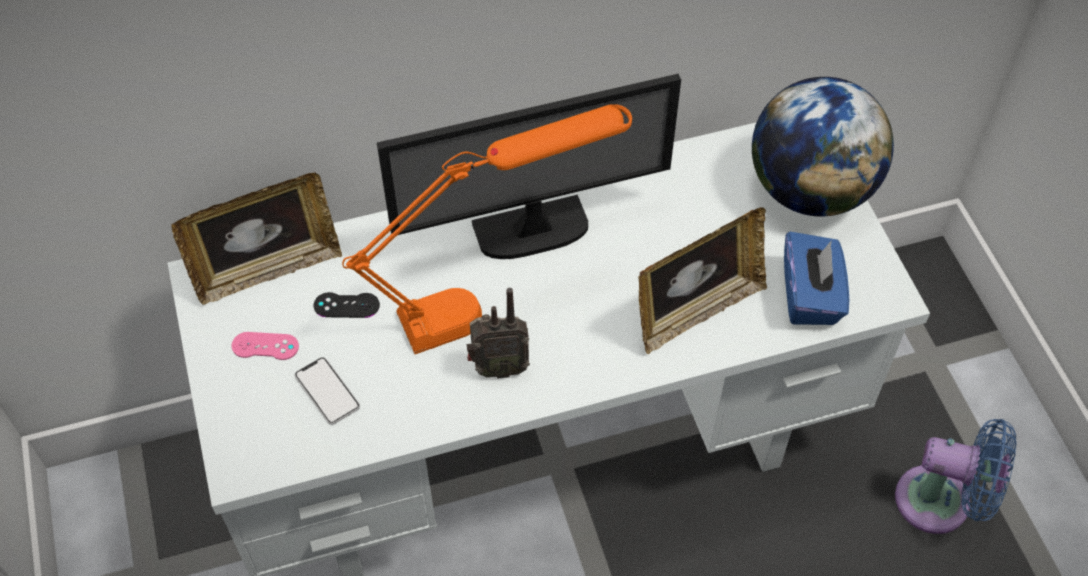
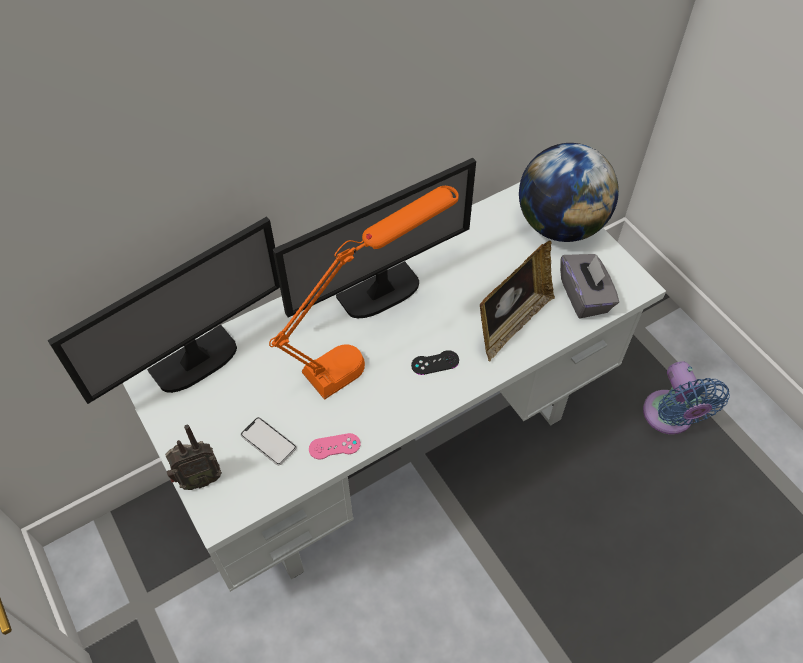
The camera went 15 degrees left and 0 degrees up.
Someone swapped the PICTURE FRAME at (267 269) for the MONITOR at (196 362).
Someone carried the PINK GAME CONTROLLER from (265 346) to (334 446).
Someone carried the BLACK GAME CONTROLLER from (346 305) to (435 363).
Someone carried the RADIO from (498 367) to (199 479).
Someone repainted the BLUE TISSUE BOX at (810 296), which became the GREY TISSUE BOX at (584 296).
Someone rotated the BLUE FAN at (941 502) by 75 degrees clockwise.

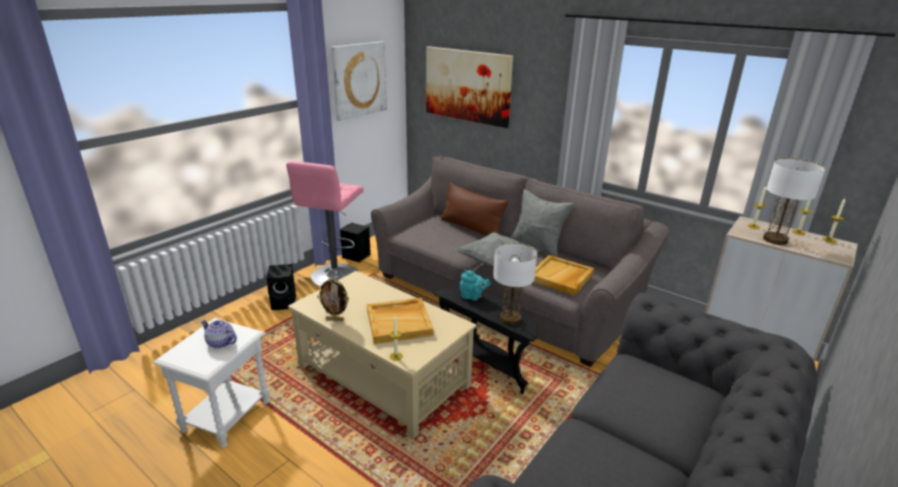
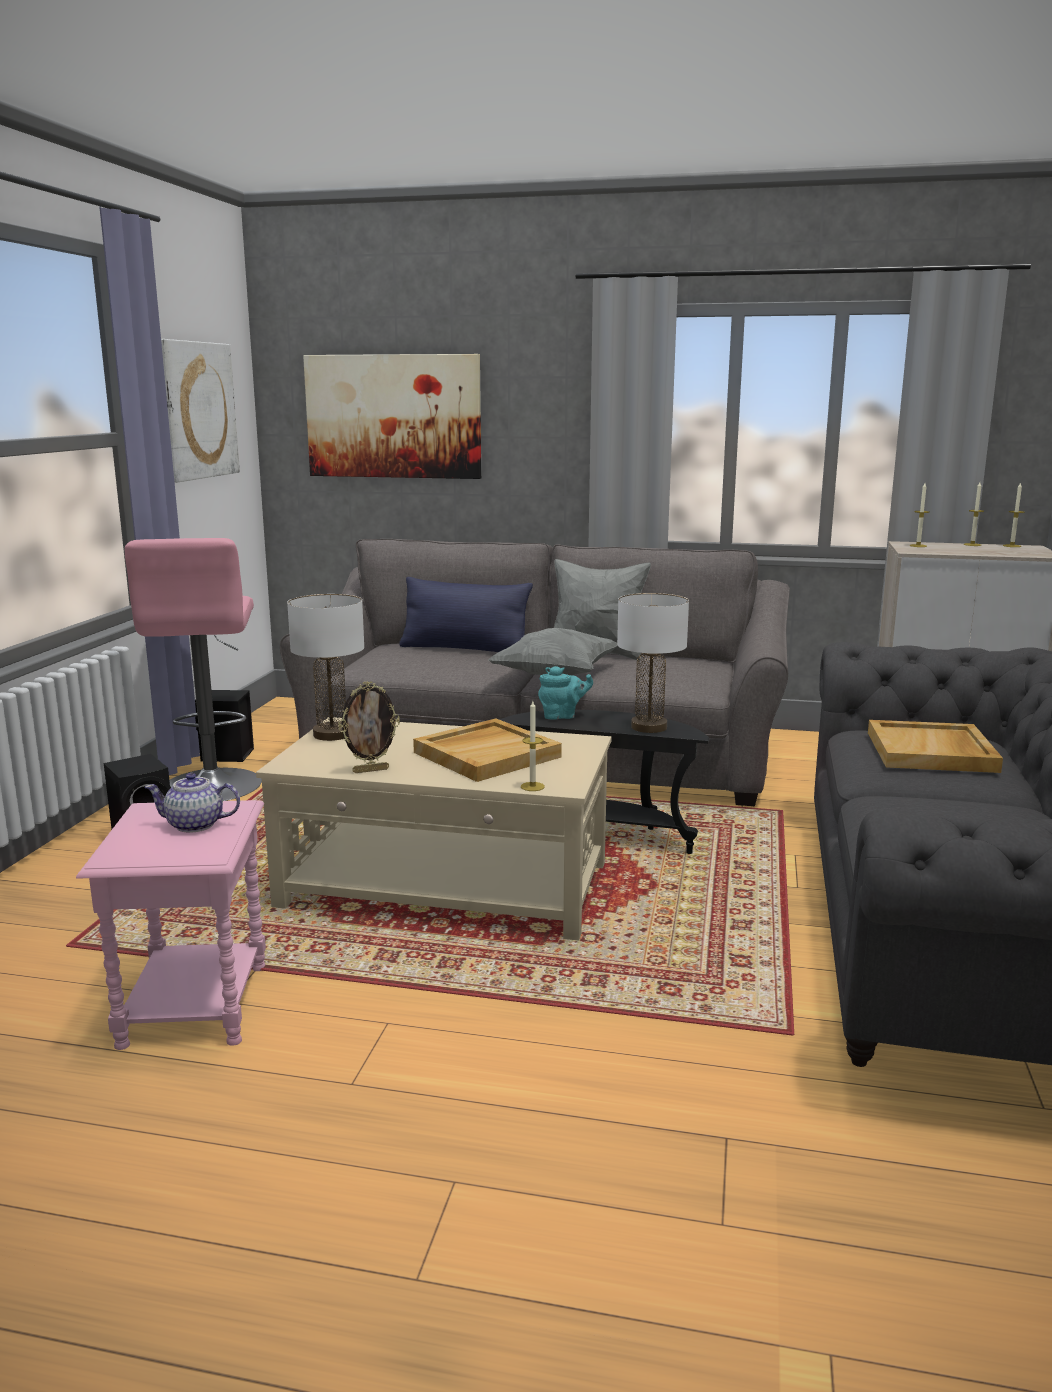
The camera went 25 degrees left and 10 degrees down.
Someone repainted the WHITE SIDE TABLE at (227 416), which became the PINK SIDE TABLE at (197 1004).
Someone repainted the BROWN PILLOW at (471 228), which became the BLUE PILLOW at (465 649).
Someone carried the BEIGE TRAY from (561 277) to (932 752).
Someone carried the TABLE LAMP from (774 240) to (332 734).

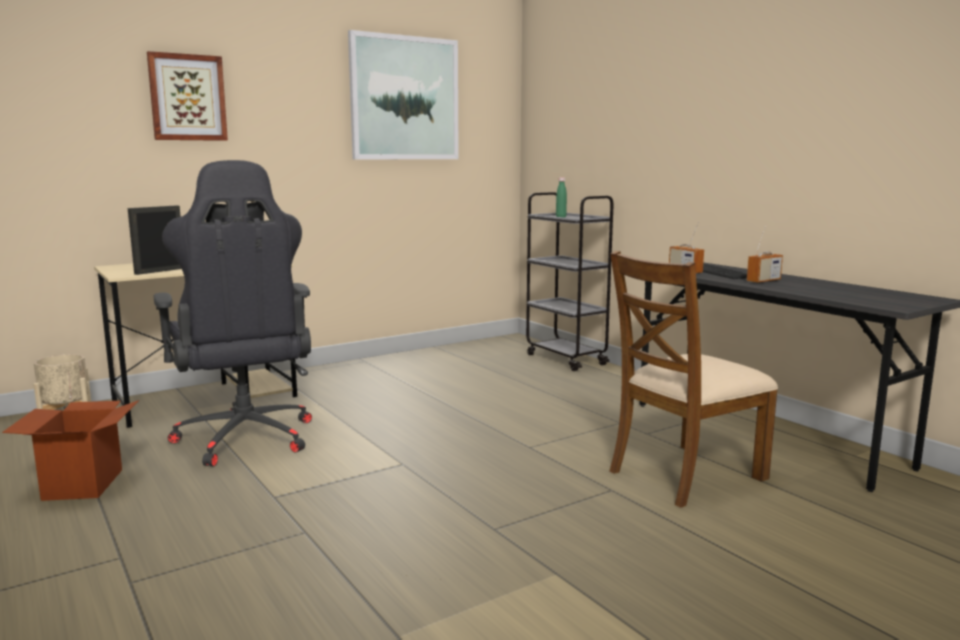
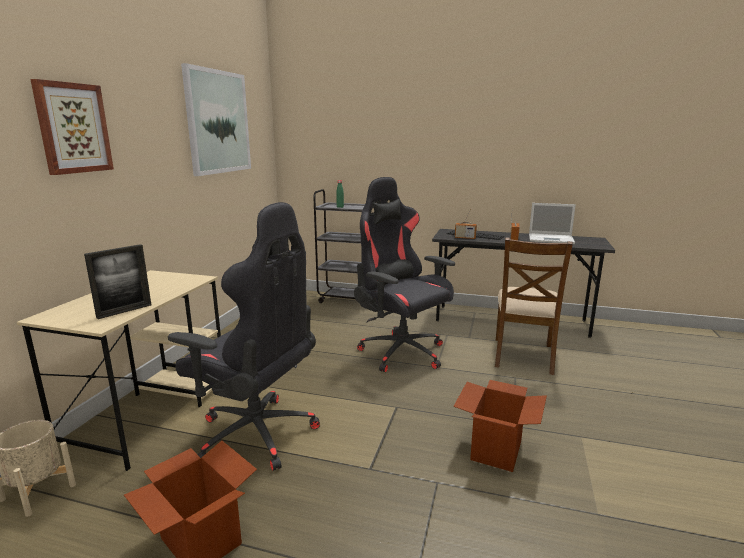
The camera went 40 degrees left and 5 degrees up.
Someone rotated the PICTURE FRAME at (160 271) by 135 degrees counterclockwise.
Someone put down the BLACK OFFICE CHAIR at (403 353).
Someone put down the CARDBOARD BOX at (496 450).
Someone put down the LAPTOP at (552 239).

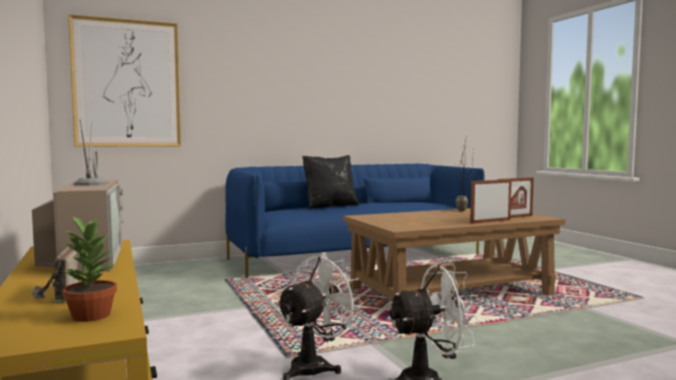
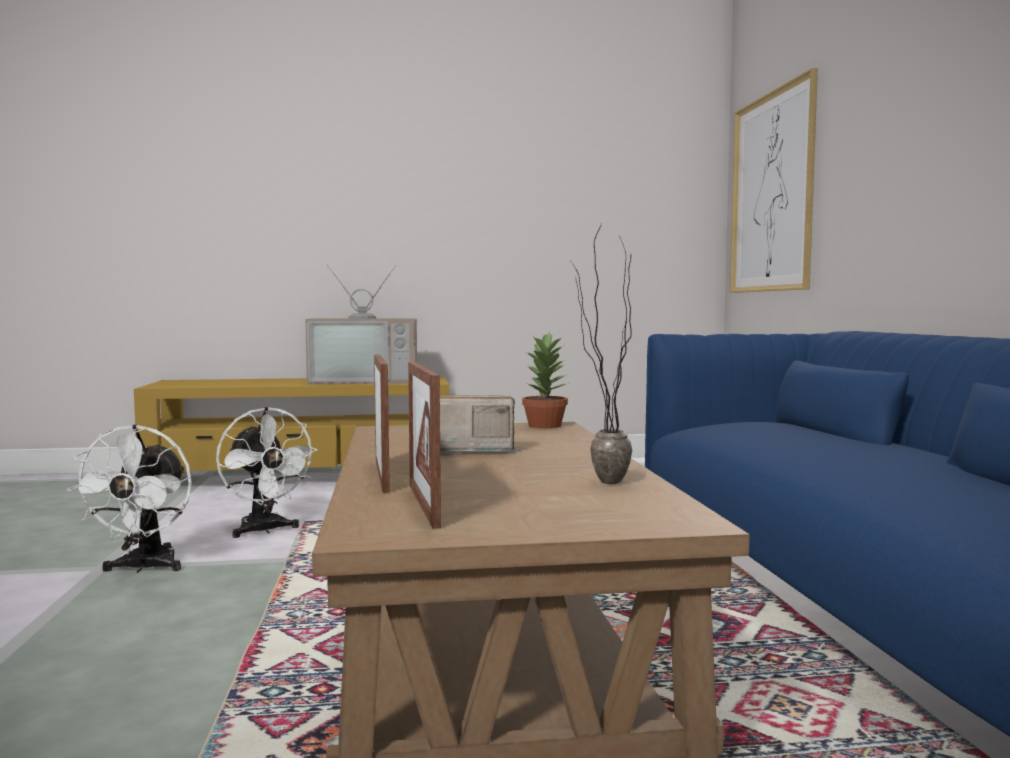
The camera went 105 degrees right and 0 degrees up.
Someone carried the RADIO from (55 295) to (469 450).
Someone carried the POTTED PLANT from (91 315) to (545 425).
Someone took away the BLACK PILLOW at (330 206).

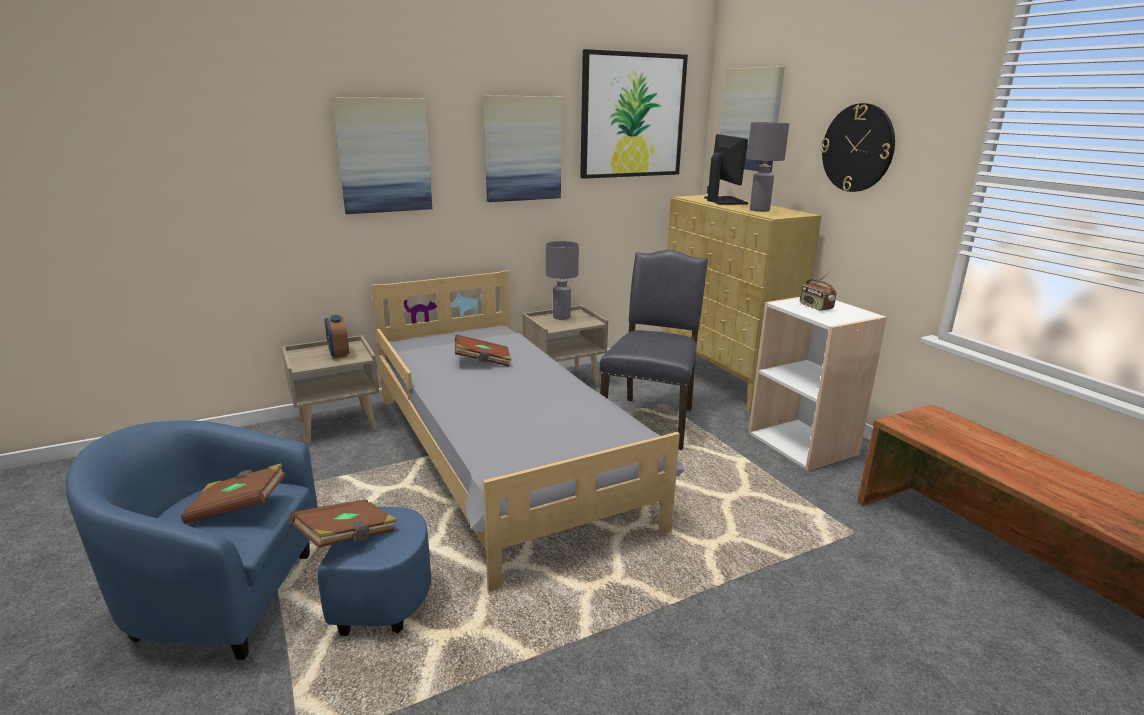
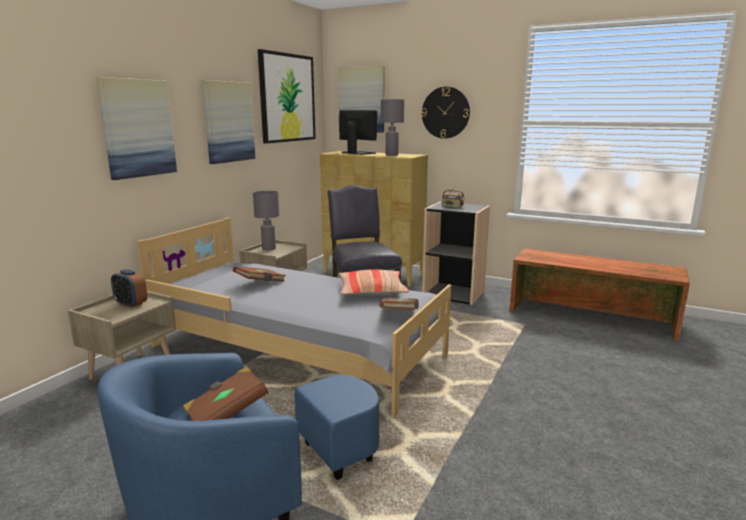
The camera went 35 degrees left and 5 degrees down.
Someone carried the BROWN BOOK from (347 538) to (399 314).
Someone repainted the WHITE BOOKCASE at (803 444), which became the BLACK BOOKCASE at (454 293).
Someone put down the PILLOW at (372 291).

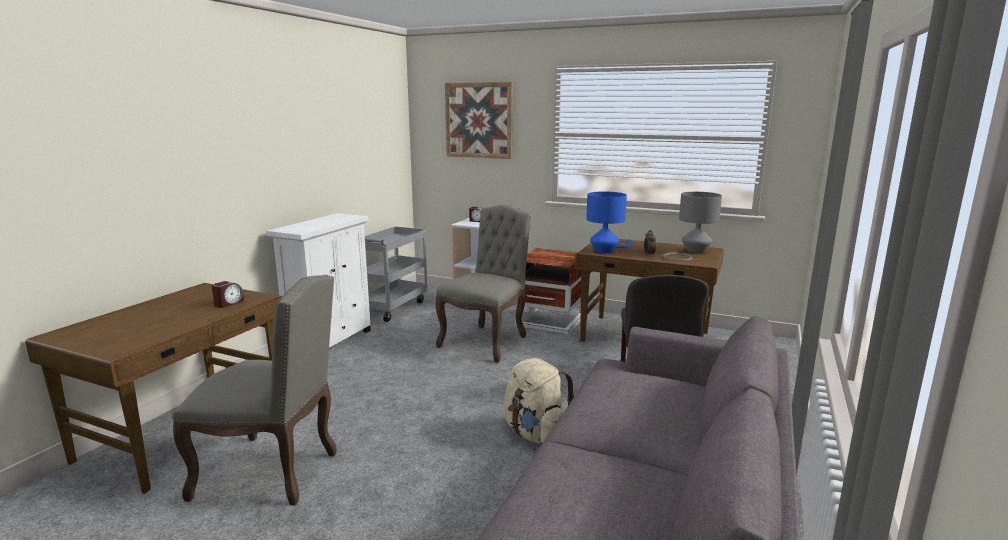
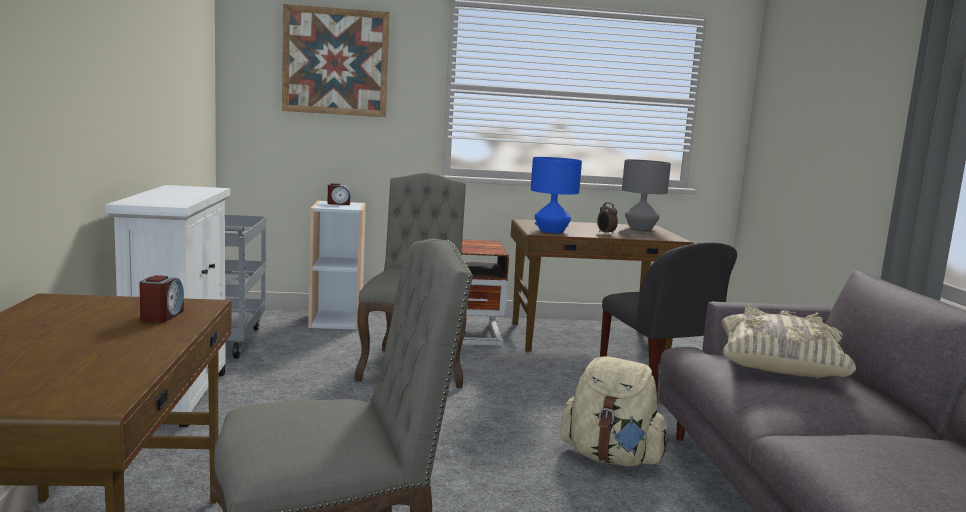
The camera went 30 degrees left and 5 degrees down.
Someone put down the BEIGE PILLOW at (779 367).

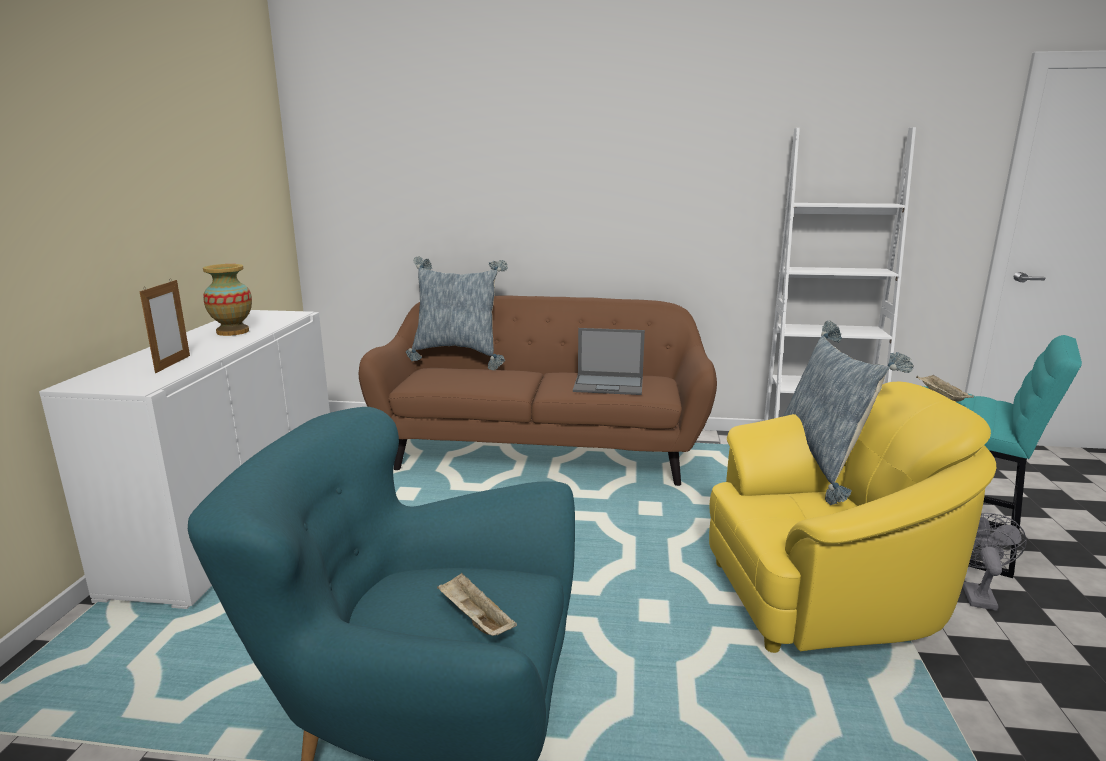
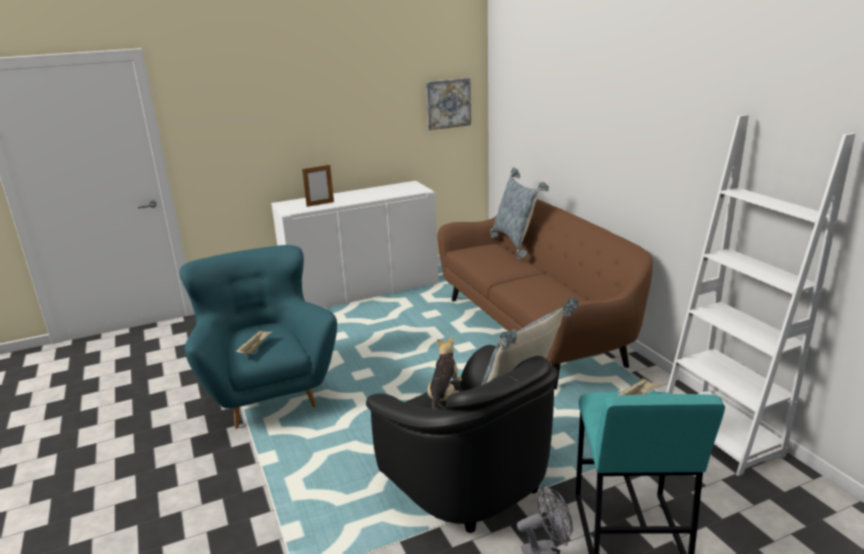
The camera went 60 degrees right and 5 degrees up.
Someone took away the VASE at (233 332).
Someone took away the LAPTOP at (609 385).
Someone repainted the YELLOW ARMCHAIR at (823 599), which became the BLACK ARMCHAIR at (465 479).
Someone put up the PICTURE at (448 103).
Someone put down the PLUSH TOY at (444 396).

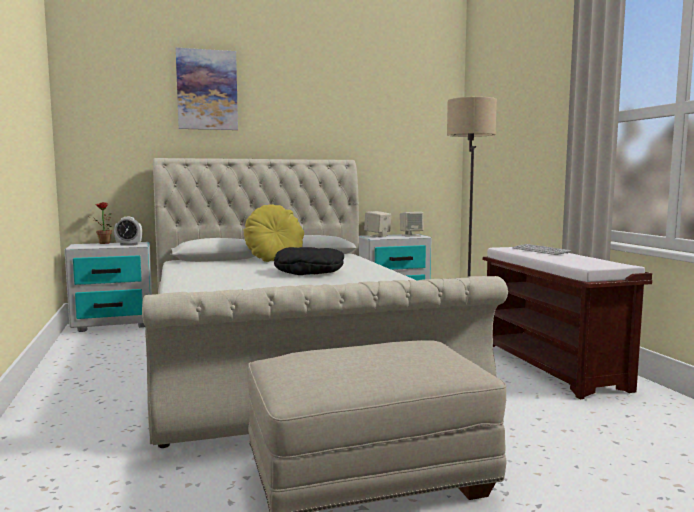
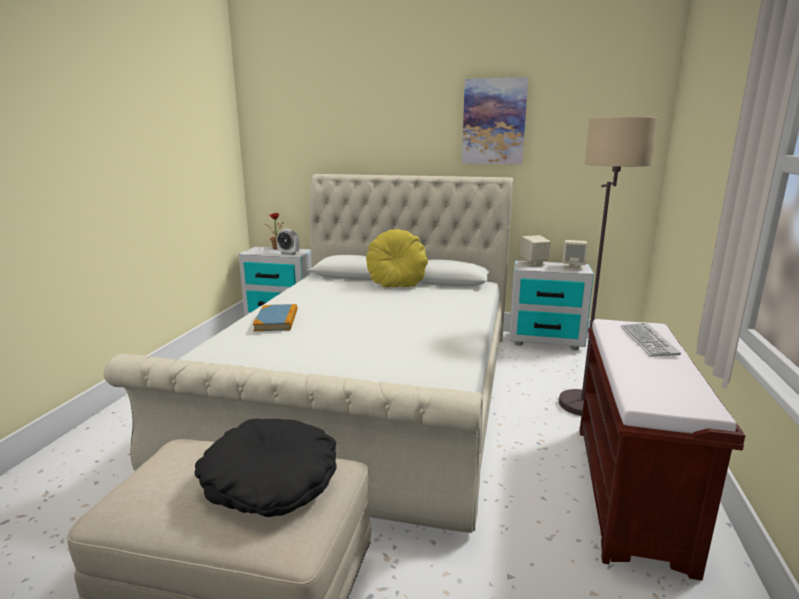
The camera went 30 degrees right and 10 degrees up.
Someone carried the PICTURE from (207 90) to (494 122).
Someone carried the BLACK PILLOW from (309 272) to (273 481).
Someone put down the BOOK at (276 320).

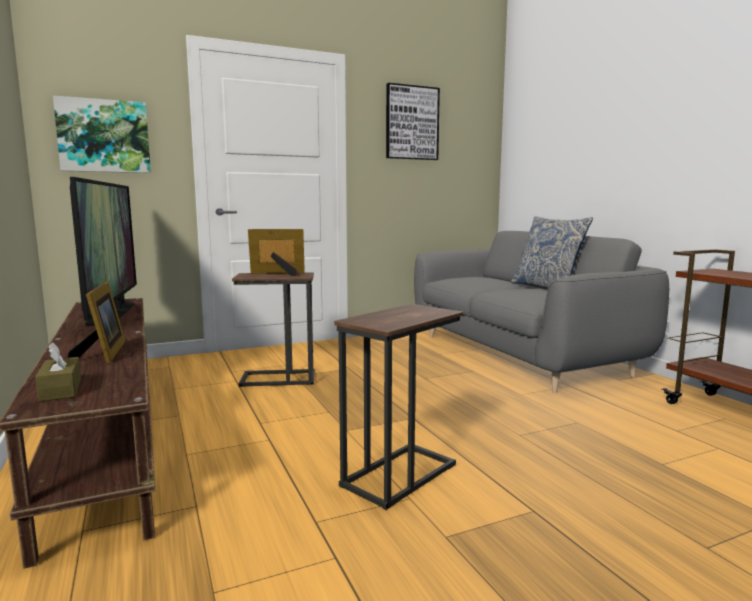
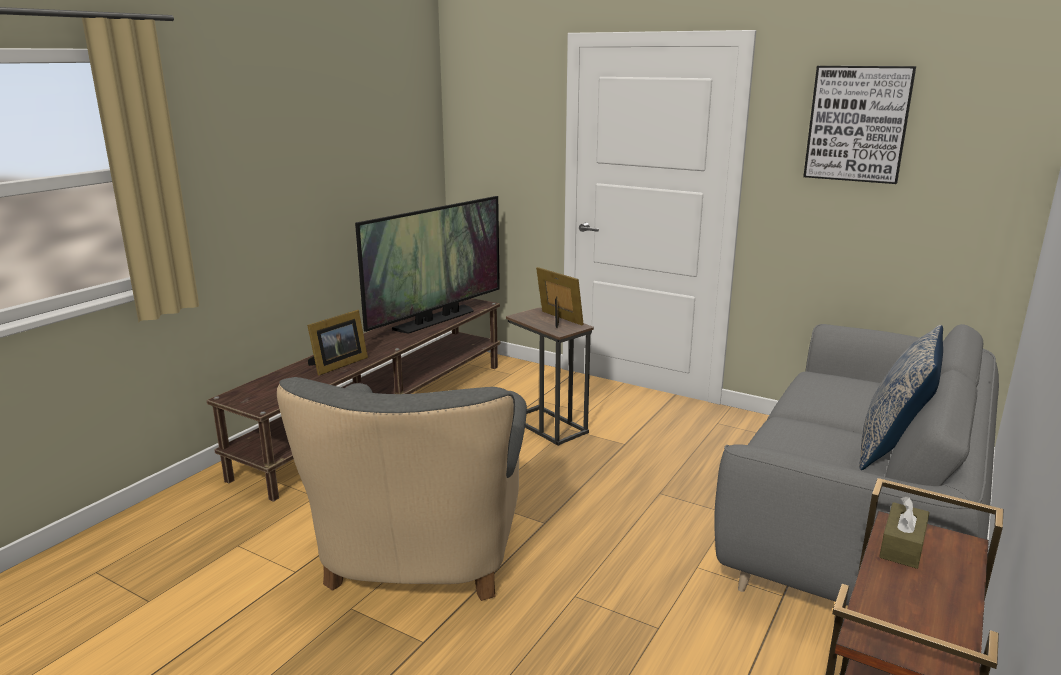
The camera went 55 degrees right and 10 degrees up.
Someone carried the BROWN TISSUE BOX from (61 390) to (902 546).
Someone took away the PICTURE at (104 136).
Someone swapped the BROWN SIDE TABLE at (399 476) for the GREY ARMCHAIR at (423 556).

